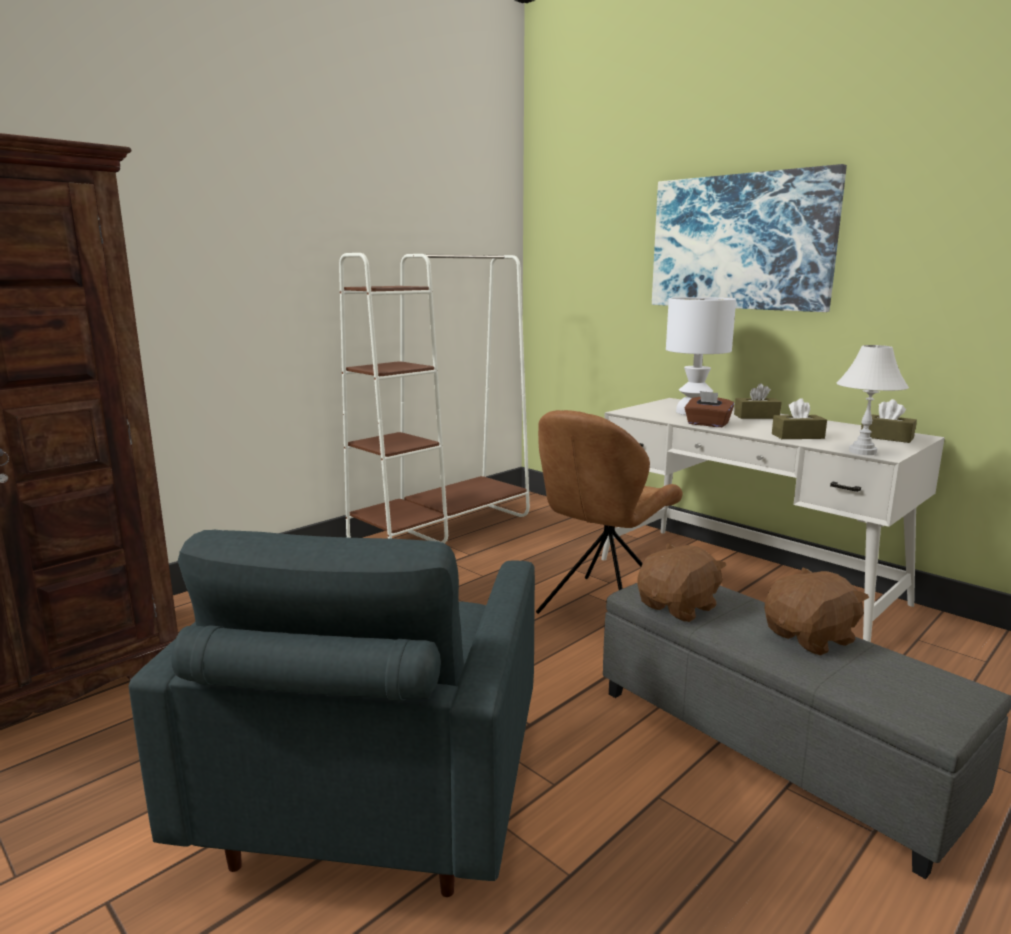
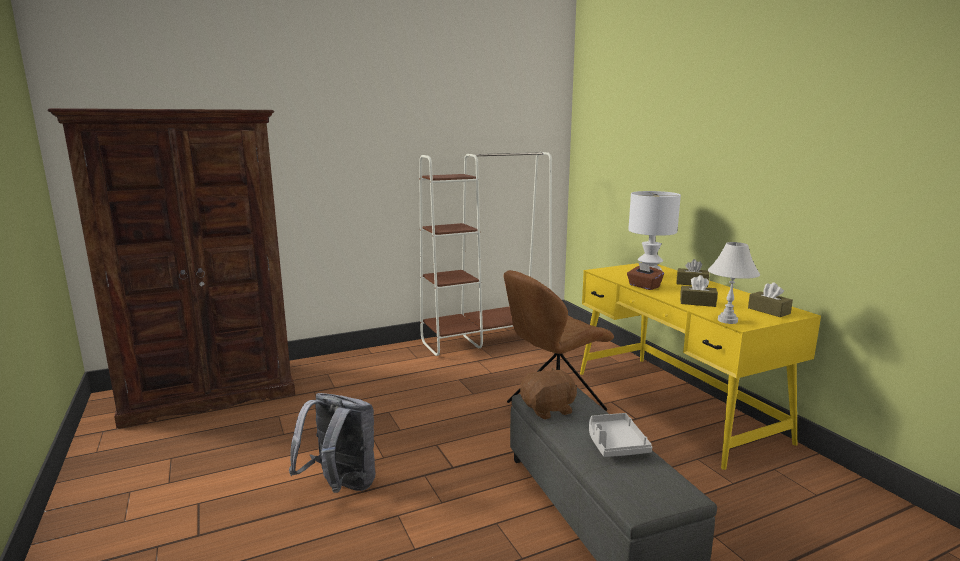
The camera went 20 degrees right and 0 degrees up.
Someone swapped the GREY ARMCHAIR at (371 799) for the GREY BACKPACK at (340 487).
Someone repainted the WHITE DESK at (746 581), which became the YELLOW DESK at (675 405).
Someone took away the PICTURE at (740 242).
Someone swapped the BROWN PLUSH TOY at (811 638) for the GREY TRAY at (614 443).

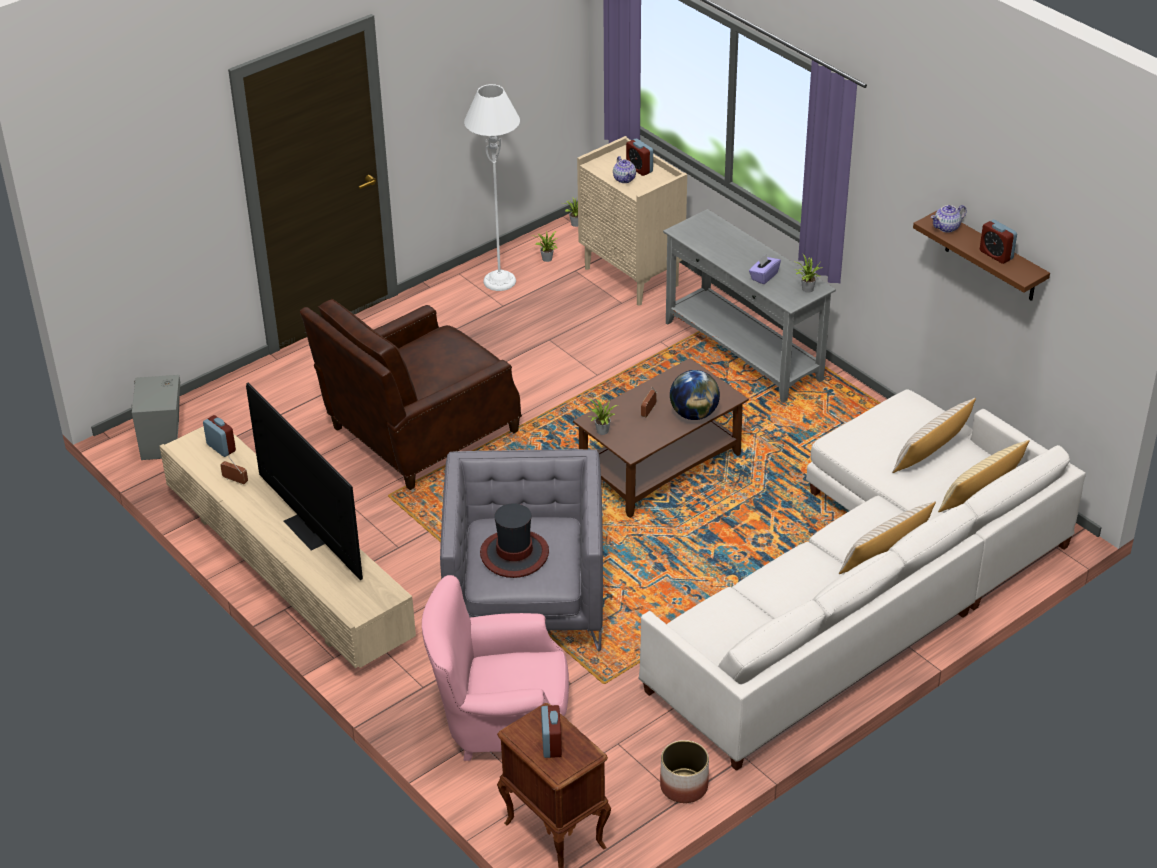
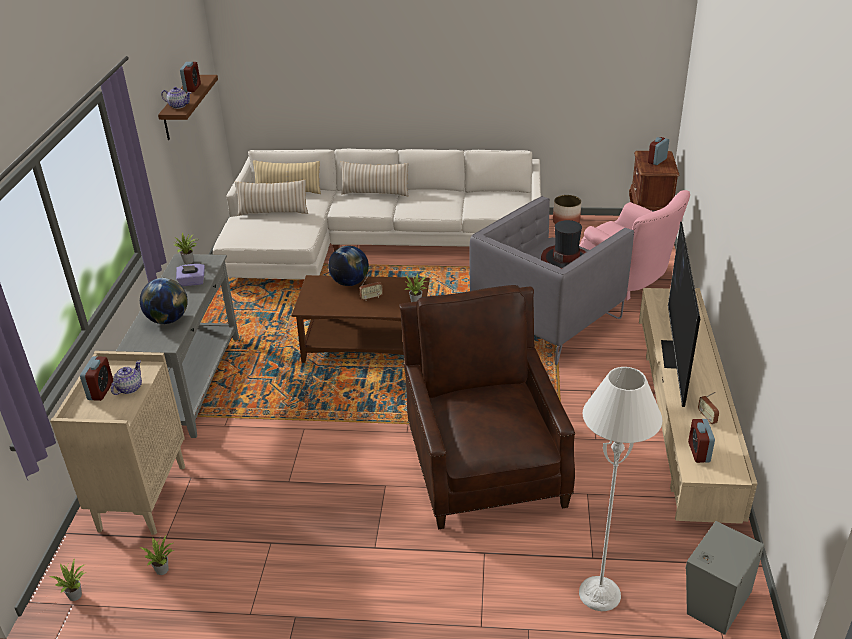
The camera went 135 degrees left and 5 degrees down.
Someone rotated the BROWN ARMCHAIR at (419 433) by 105 degrees counterclockwise.
Someone carried the WHITE FLOOR LAMP from (499 281) to (599 594).
Someone put down the GLOBE at (168 320).

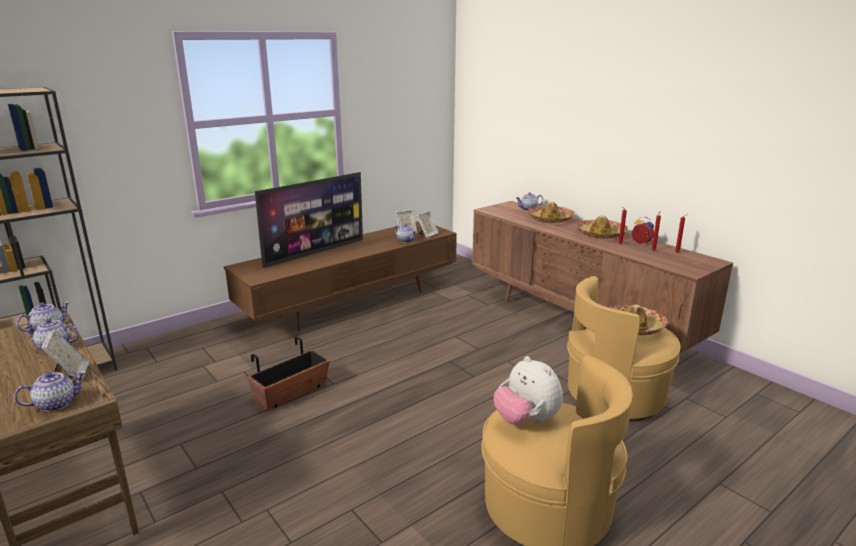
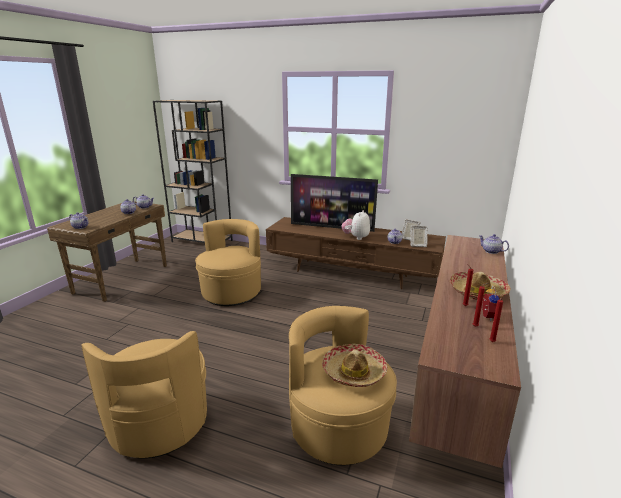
The camera went 60 degrees right and 0 degrees up.
Someone took away the PICTURE FRAME at (71 376).
Someone swapped the PLANTER at (291 392) for the BEIGE ARMCHAIR at (231 293).
Someone carried the PLUSH TOY from (526 420) to (356 237).
Someone took away the HAT at (550 219).

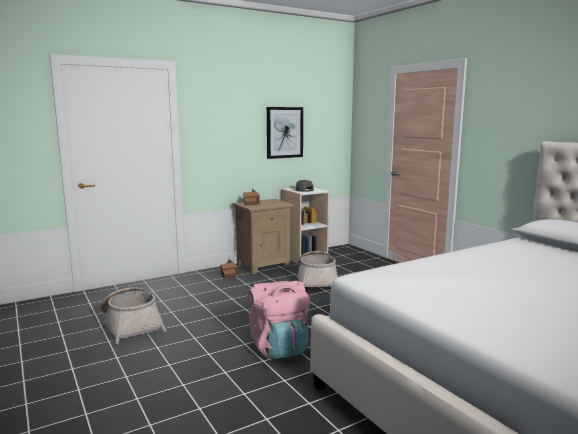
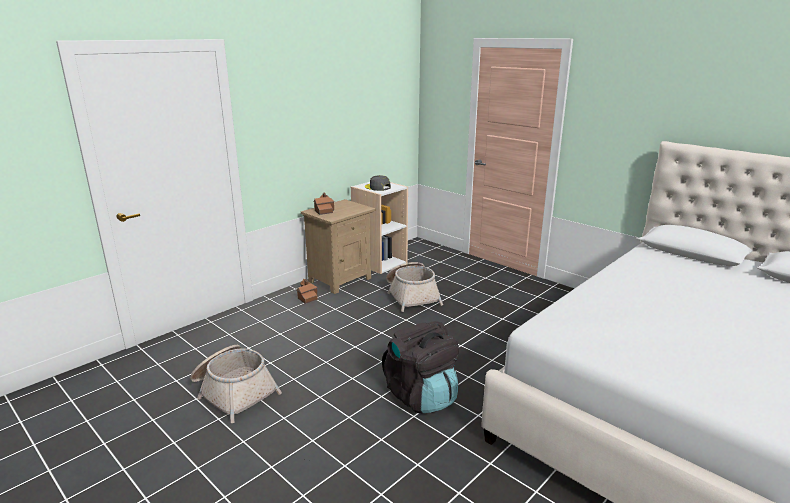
The camera went 15 degrees left and 10 degrees up.
Someone repainted the PINK BACKPACK at (279 348), which became the BLACK BACKPACK at (421 396).
Someone took away the PICTURE at (284 132).

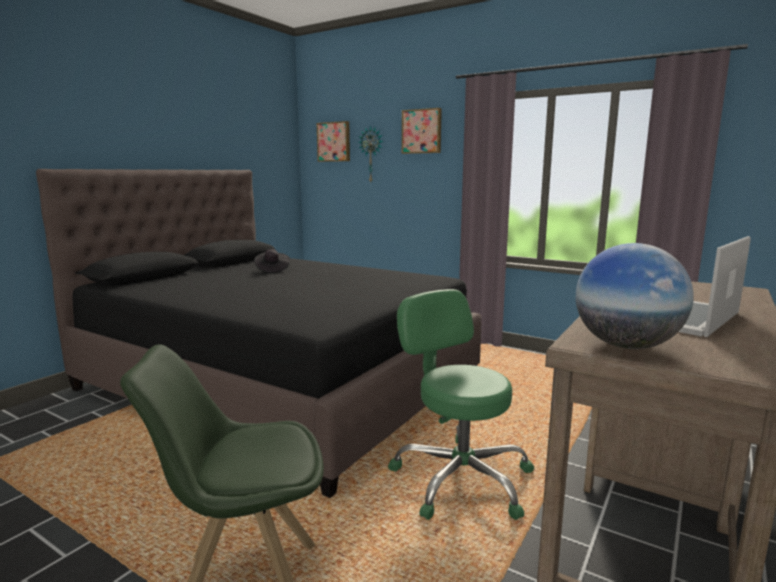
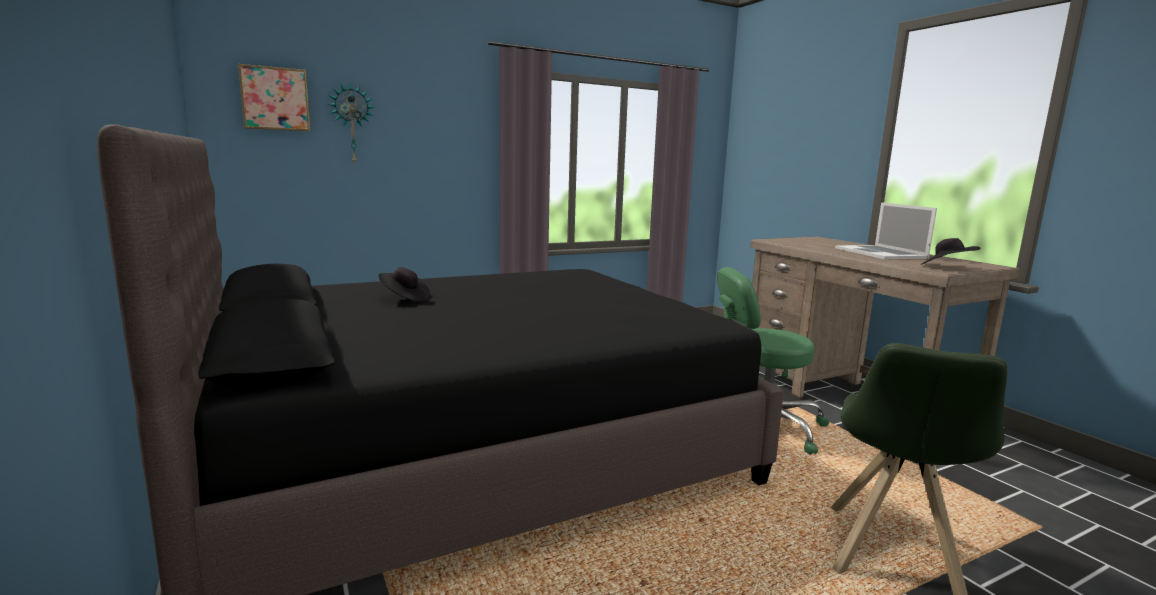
The camera went 60 degrees left and 0 degrees up.
Someone took away the PICTURE at (422 131).
Someone swapped the GLOBE at (626 346) for the BLACK HAT at (946 267).

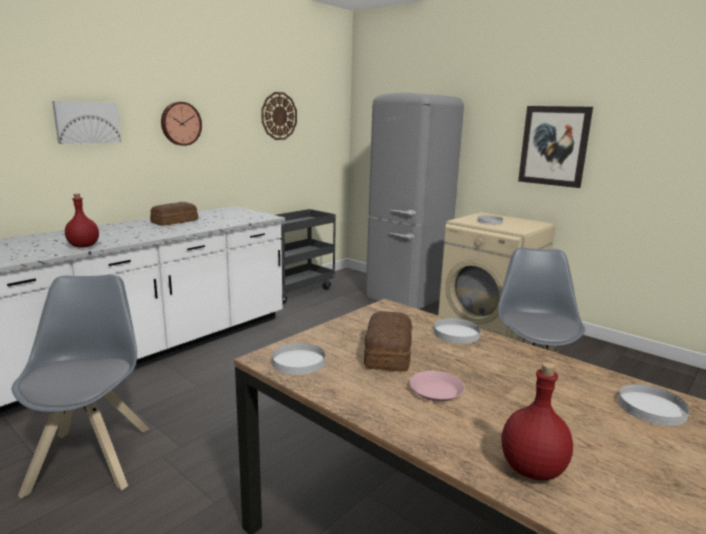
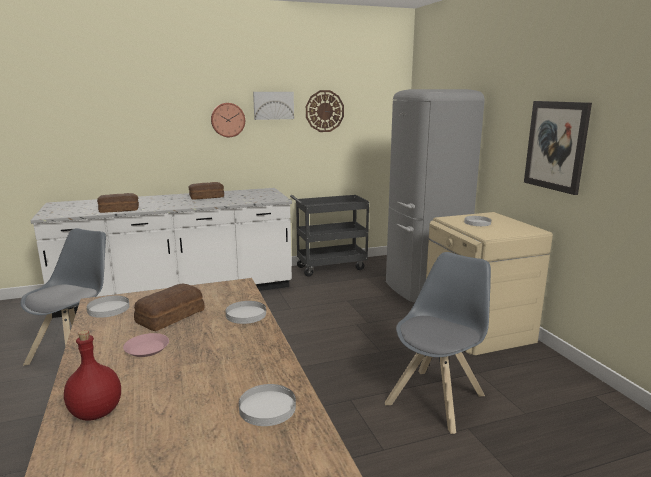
The camera went 30 degrees right and 0 degrees up.
Someone carried the PICTURE from (87 122) to (273 105).
Someone swapped the RED BOTTLE at (83 246) for the BREAD at (118 209).

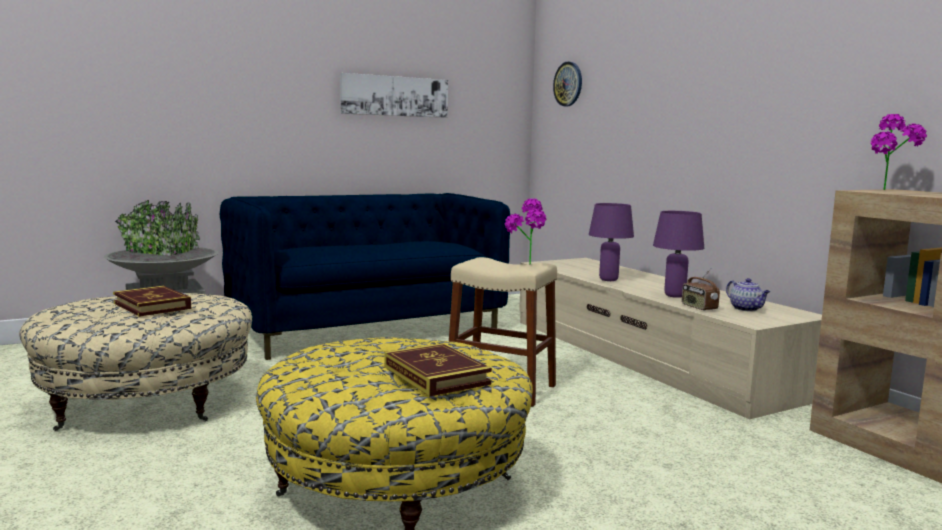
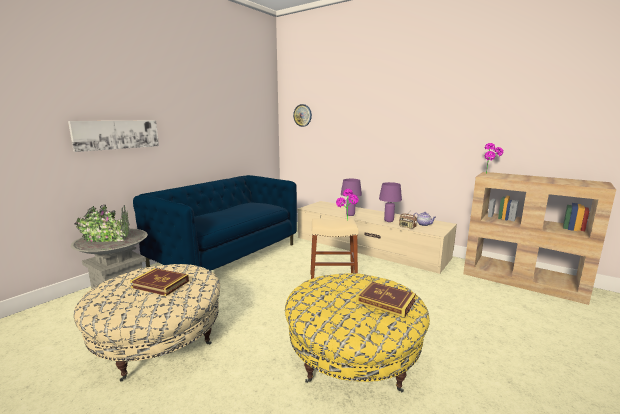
The camera went 25 degrees left and 5 degrees up.
Someone carried the PICTURE from (395 96) to (117 134).

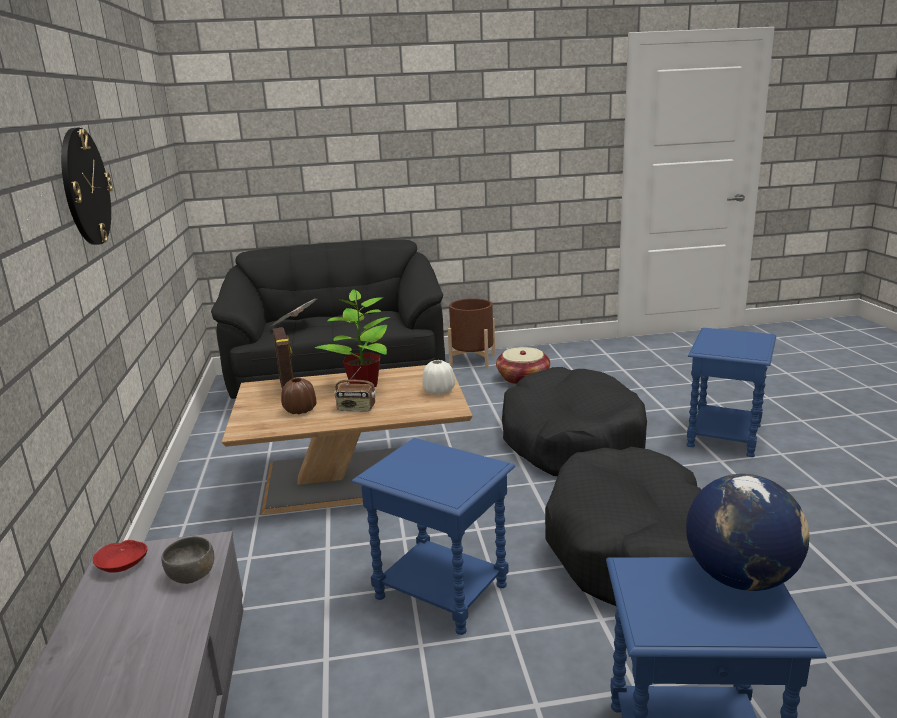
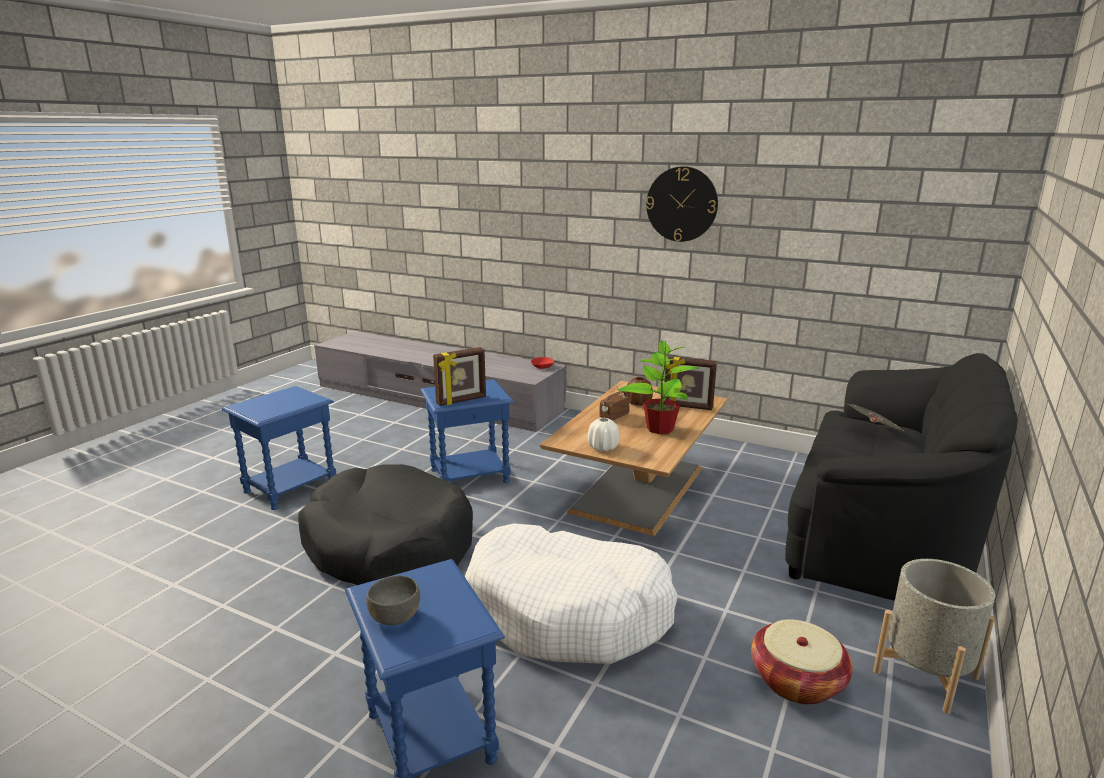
The camera went 125 degrees right and 0 degrees up.
Someone carried the GREY BOWL from (192 575) to (394 616).
Someone repainted the BROWN PLANTER at (472 360), which became the GREY PLANTER at (925 674).
Someone repainted the BLACK DOG BED at (571 441), which became the WHITE DOG BED at (568 611).
Someone took away the GLOBE at (740 578).
Someone put down the PICTURE FRAME at (461 401).

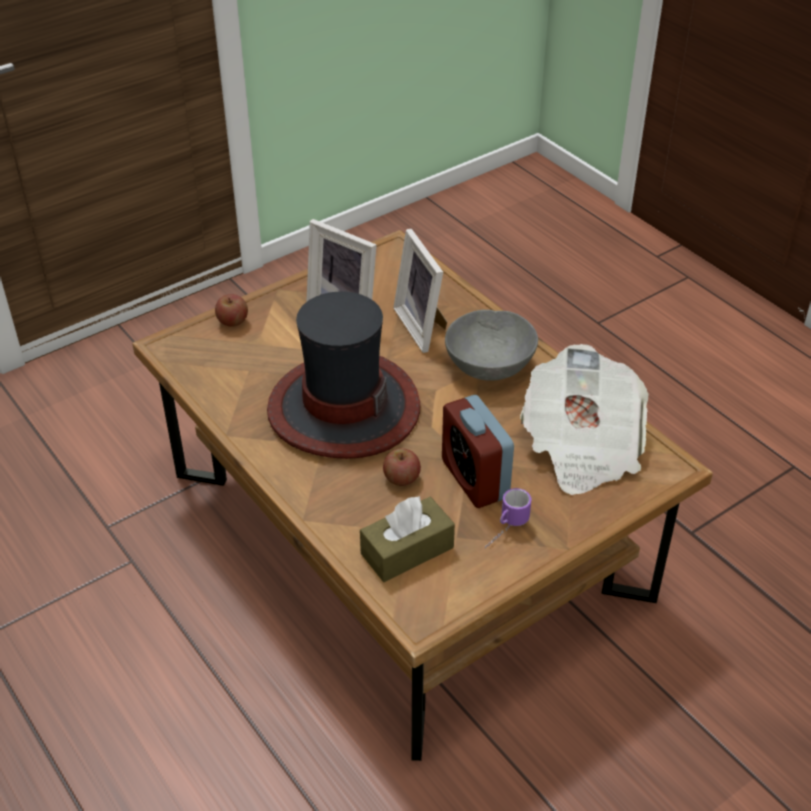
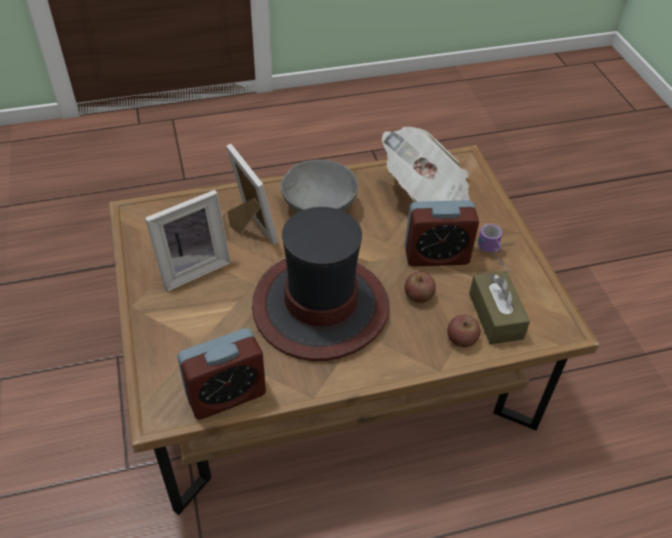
The camera went 70 degrees left and 5 degrees up.
Someone carried the APPLE from (232 321) to (461 339).
Someone rotated the PICTURE FRAME at (424 326) by 120 degrees counterclockwise.
Someone put down the ALARM CLOCK at (226 395).

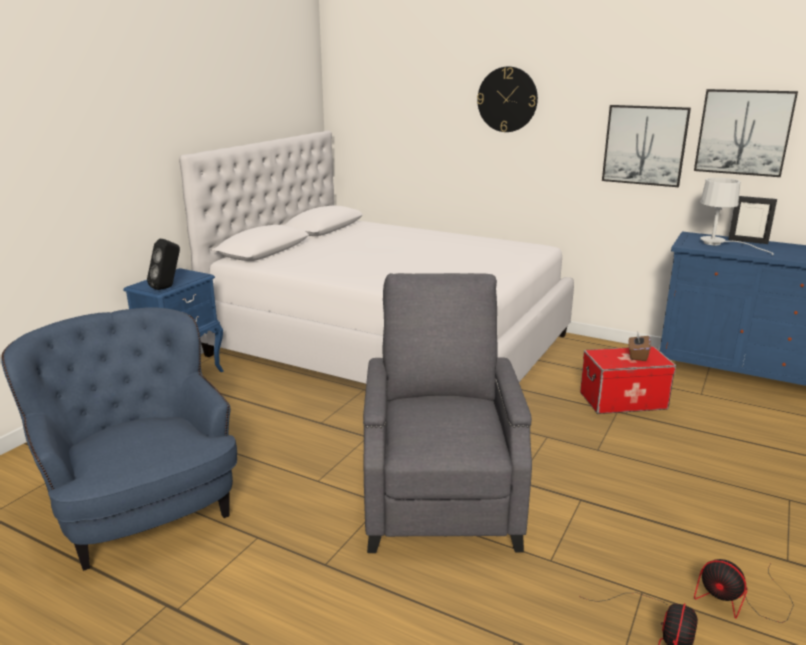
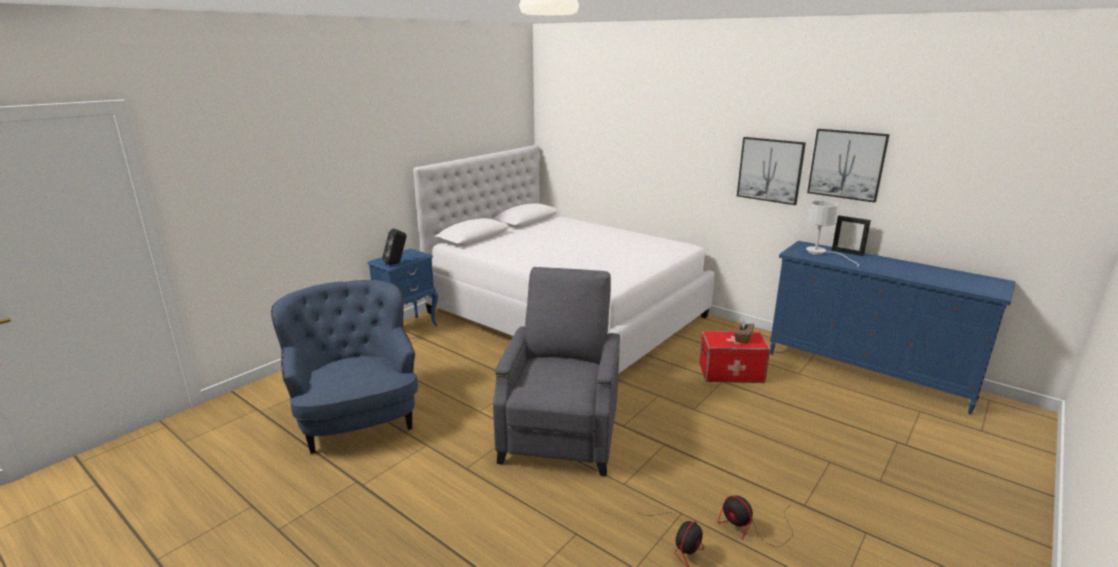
The camera went 10 degrees right and 0 degrees up.
Someone took away the WALL CLOCK at (507 99).

